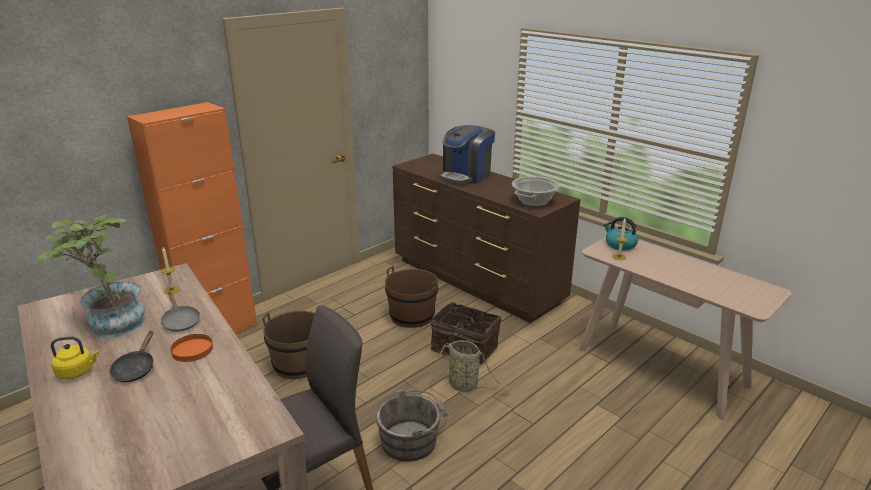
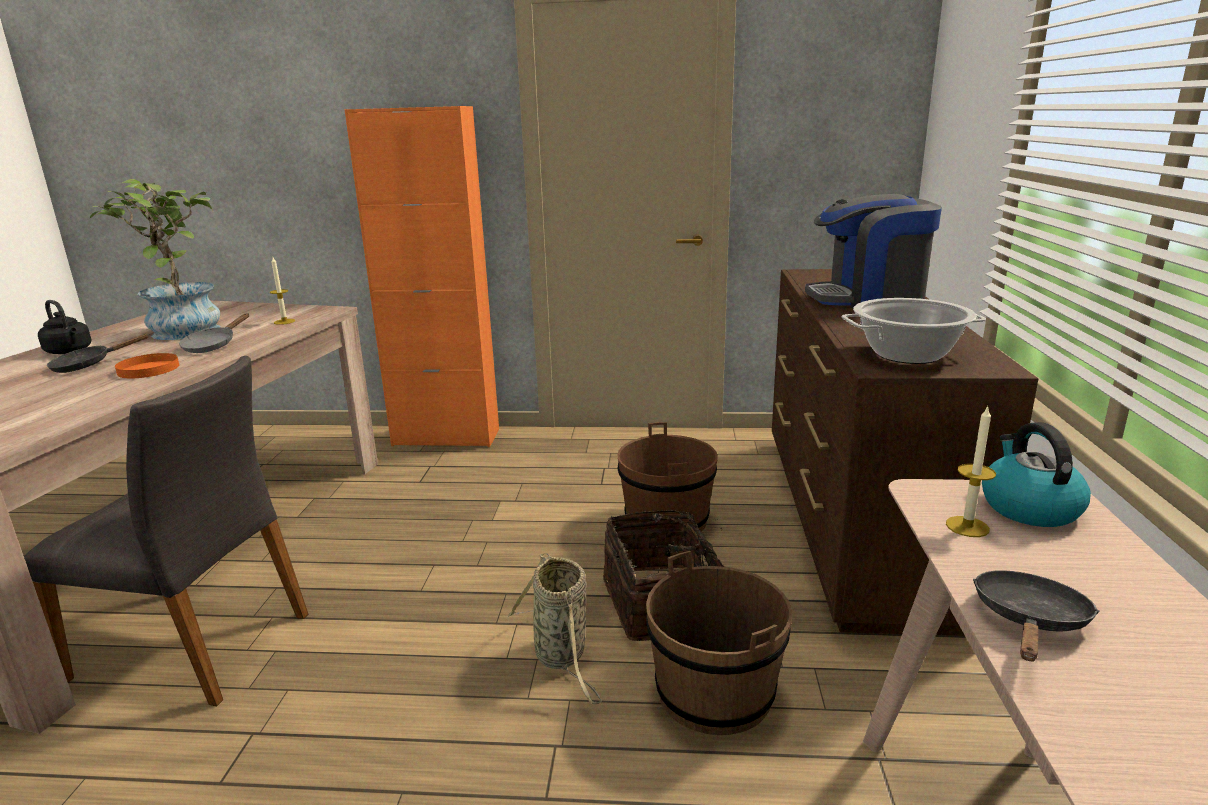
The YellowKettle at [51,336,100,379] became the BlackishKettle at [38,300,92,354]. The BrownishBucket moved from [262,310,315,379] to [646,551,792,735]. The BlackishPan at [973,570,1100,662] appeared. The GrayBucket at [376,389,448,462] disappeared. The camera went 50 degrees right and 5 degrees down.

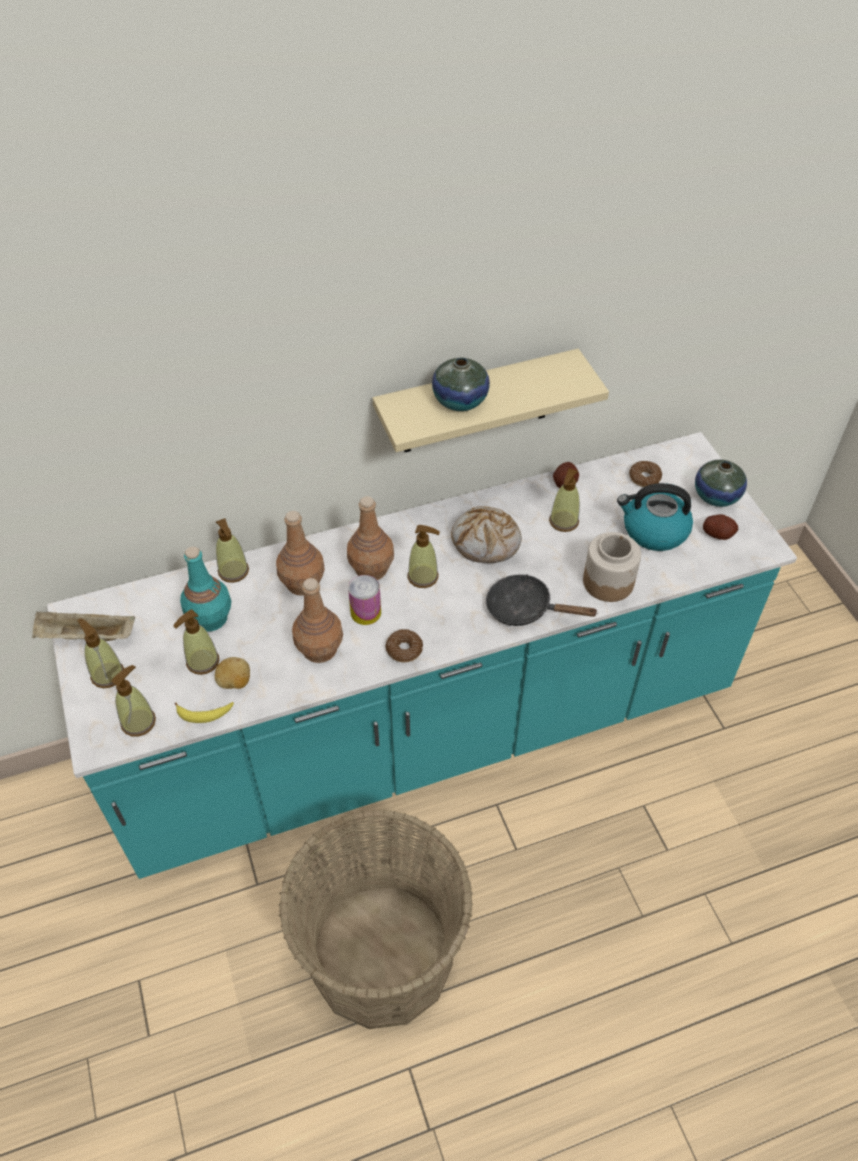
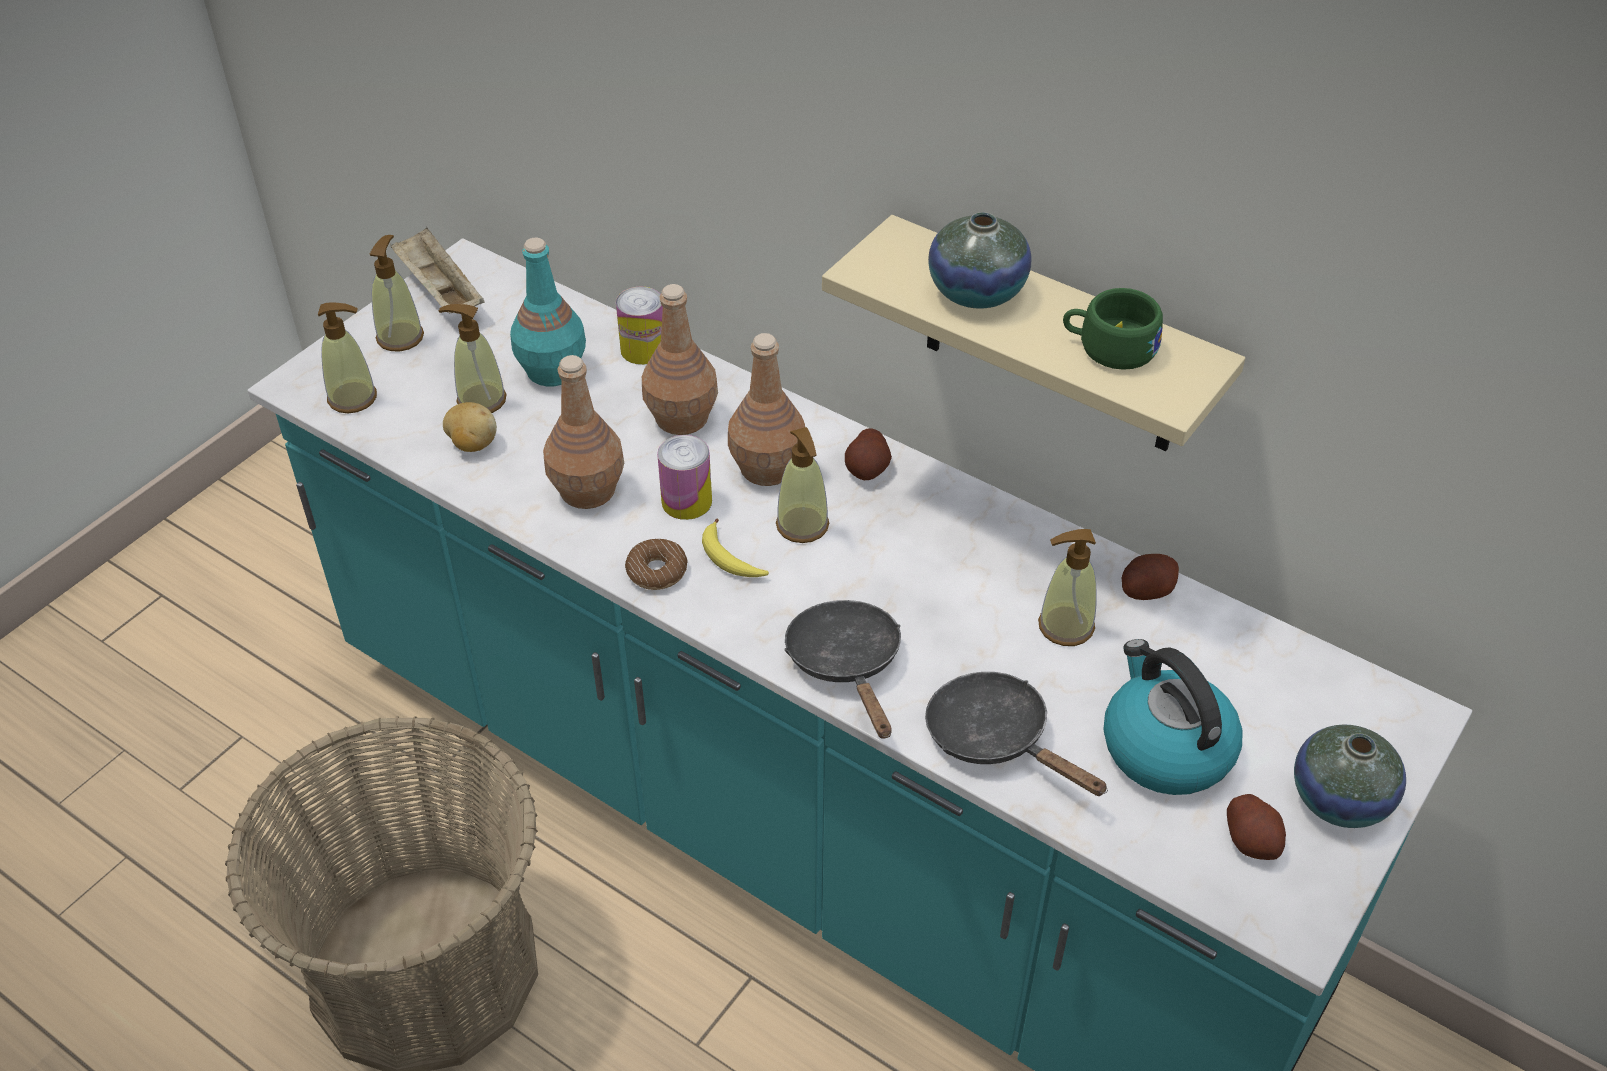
The SoapBottle at [216,518,249,583] was replaced by the SealedCan at [616,286,663,365]. The WholeBanana moved from [175,702,234,723] to [702,519,769,577]. The Spud at [845,428,892,480] appeared. The Jar at [583,532,641,602] was replaced by the BlackishPan at [925,672,1108,796]. The GreenishSmallCup at [1063,288,1163,370] appeared. The BakedBread at [451,506,522,563] disappeared. The Doughnut at [629,461,662,487] disappeared. The camera went 55 degrees right and 5 degrees down.

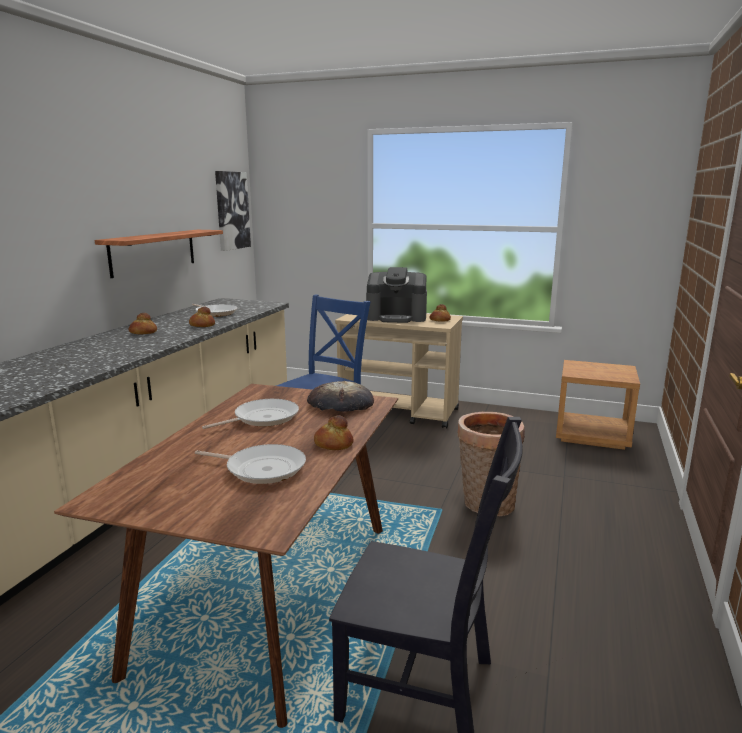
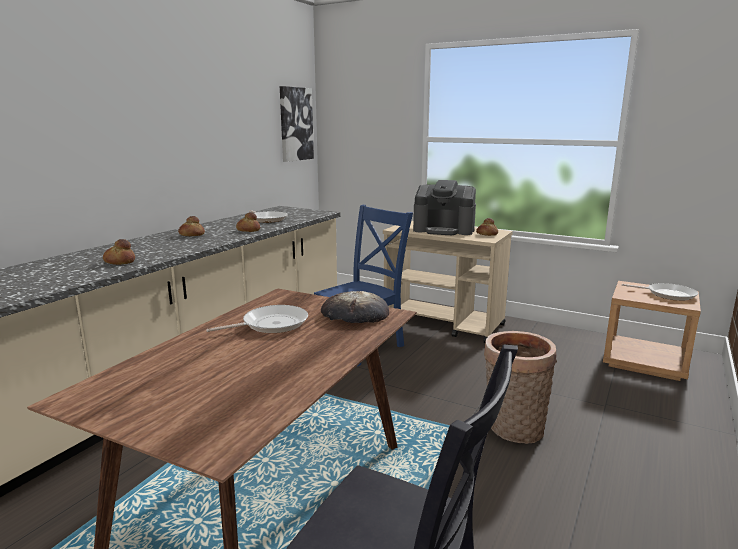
The BakedBread moved from [314,415,354,450] to [103,239,135,265]. The Pan moved from [195,444,306,484] to [622,283,698,301]. The BracketShelf at [95,230,223,278] disappeared. The camera went 10 degrees right and 0 degrees up.

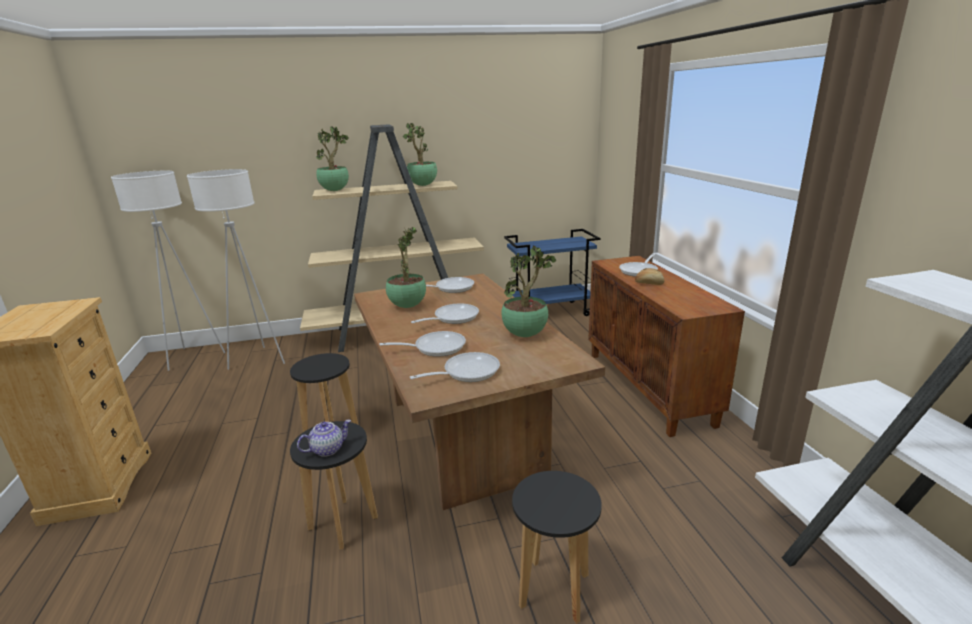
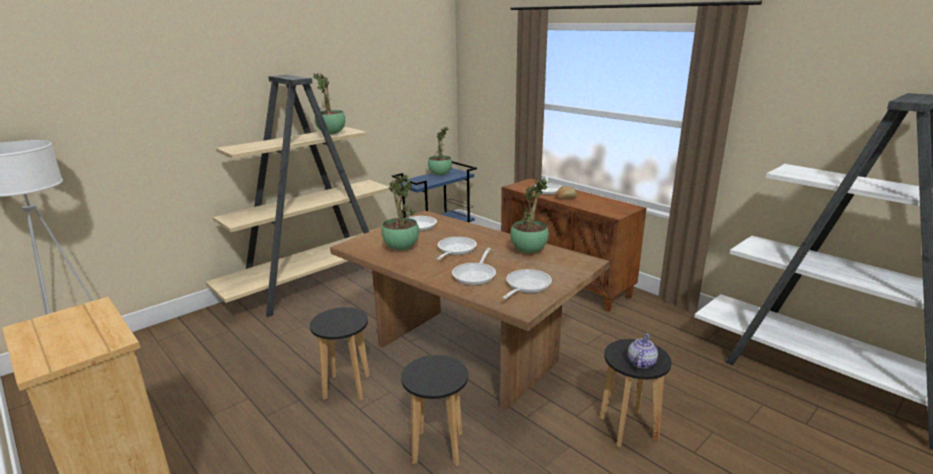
The Houseplant moved from [316,126,349,191] to [428,127,452,176]. The Pan at [379,331,466,357] turned 150 degrees clockwise. The TeaPot moved from [297,420,351,457] to [628,334,658,368]. The WhiteStandingLamp at [187,169,285,370] disappeared. The camera went 30 degrees left and 0 degrees up.

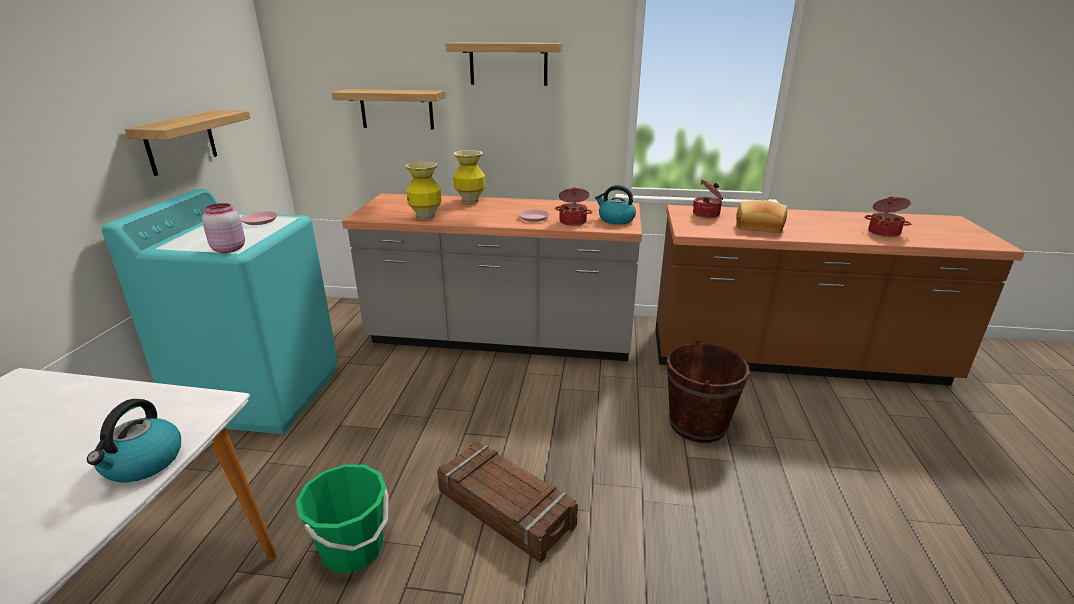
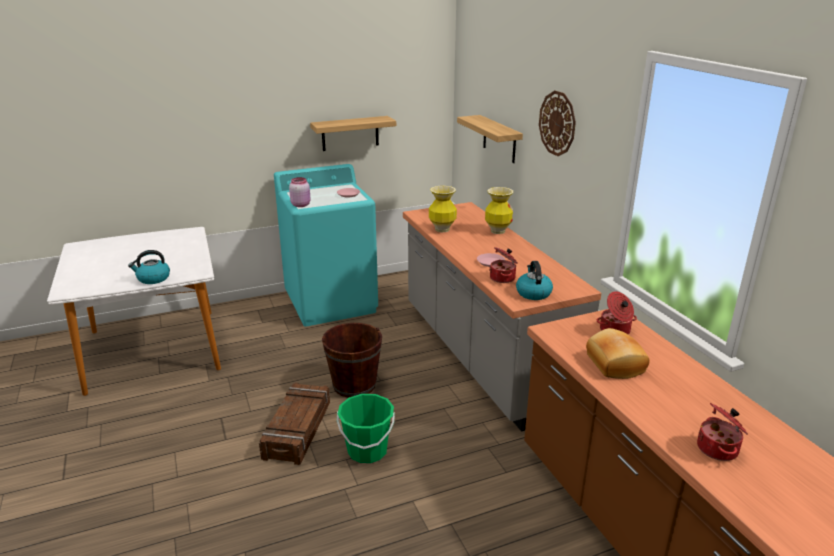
The BrownishBucket moved from [667,340,750,443] to [322,323,382,398]. The GreenishBucket moved from [296,464,388,573] to [337,394,395,463]. The BracketShelf at [446,42,563,86] was replaced by the HangingClock at [539,90,576,156]. The camera went 60 degrees right and 0 degrees up.

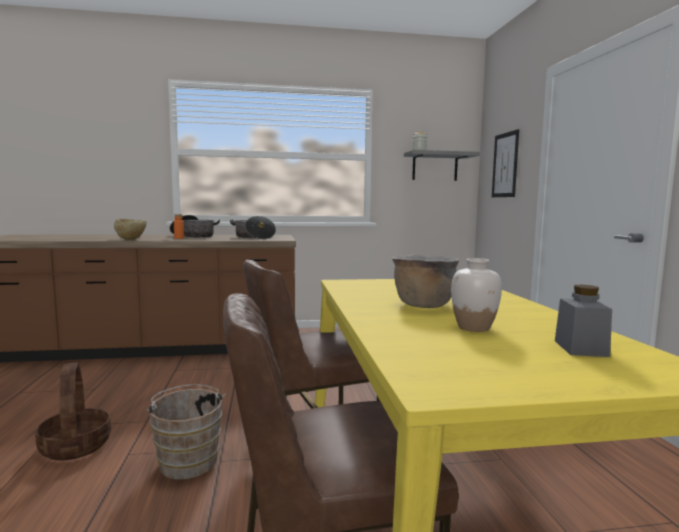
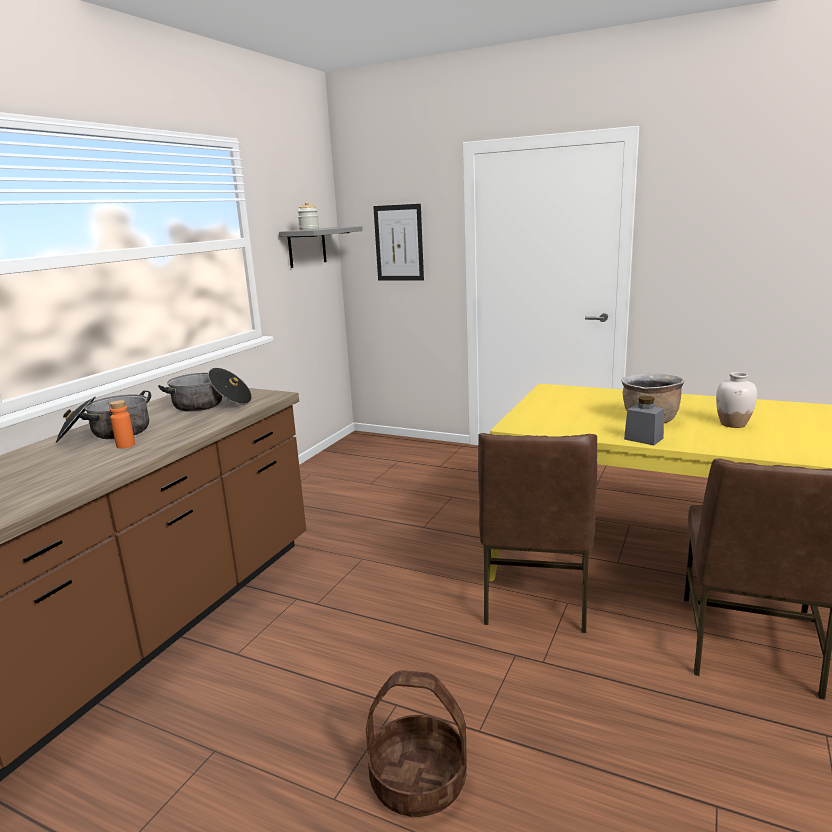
The GrayJar moved from [555,285,612,357] to [624,396,664,445]. The SandColouredDeepDish at [114,218,147,240] disappeared. The BrownishBucket at [145,384,226,480] disappeared. The camera went 55 degrees left and 10 degrees up.

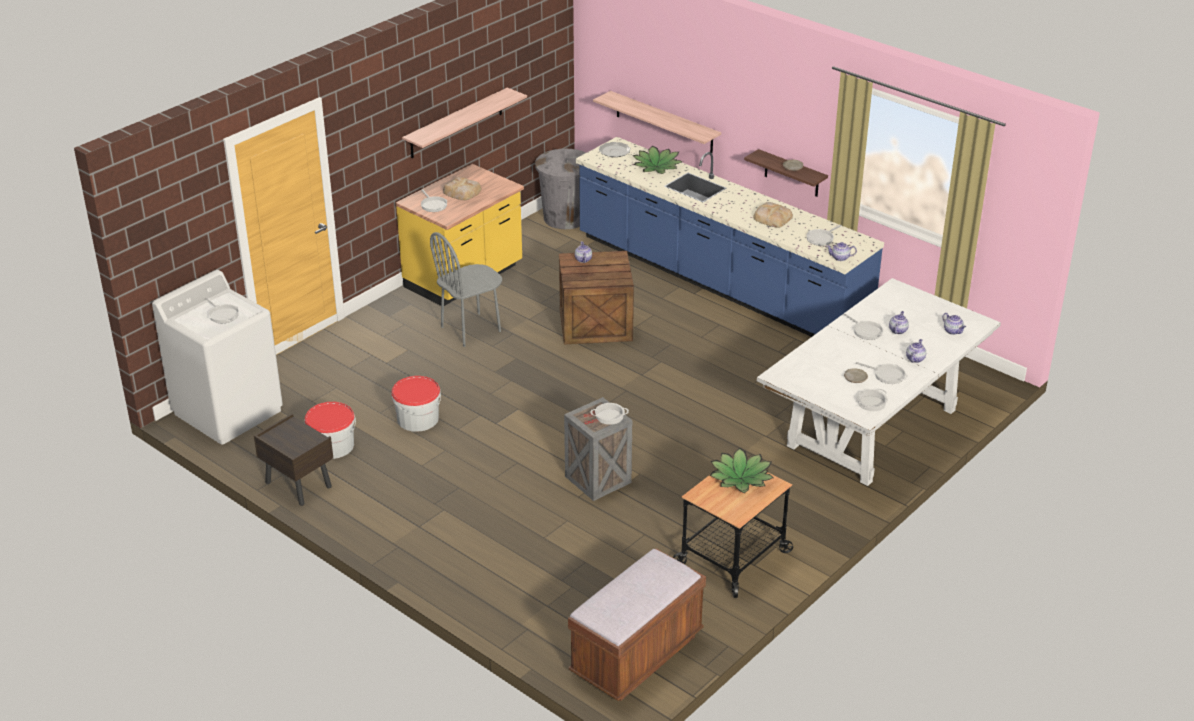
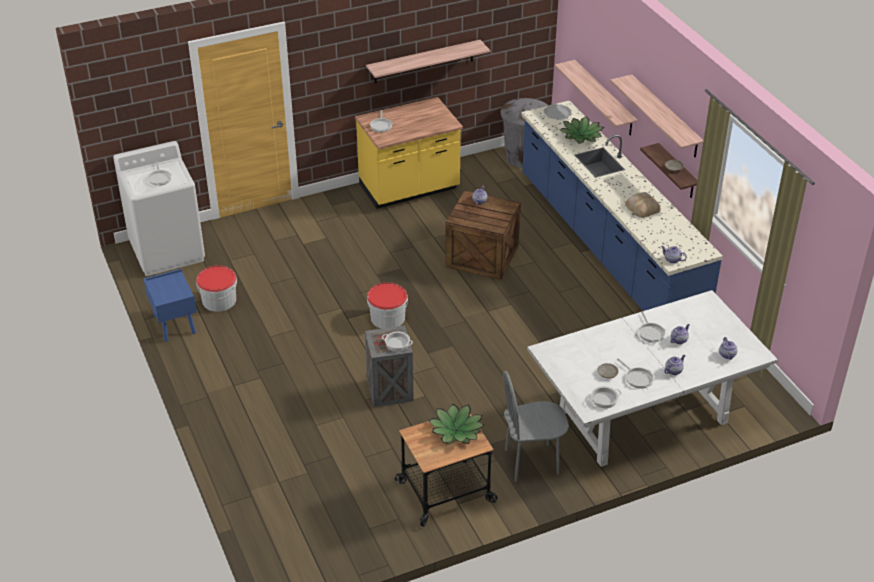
The BrownishNightTable at [254,414,333,506] became the BlueColouredNightTable at [144,269,197,342]. The Bucket moved from [392,376,441,432] to [367,282,408,329]. The GrayChair moved from [430,232,502,347] to [503,371,569,482]. The BracketShelf at [610,74,704,157] appeared. The BakedBread at [443,176,481,200] disappeared. The BrownishBench at [568,548,706,701] disappeared. The Pan at [807,225,842,246] disappeared. The camera went 25 degrees right and 5 degrees up.

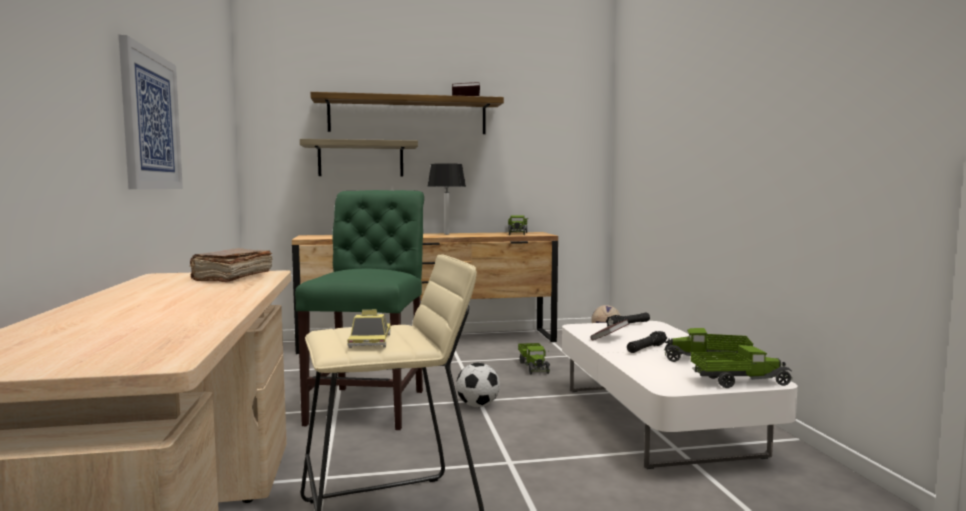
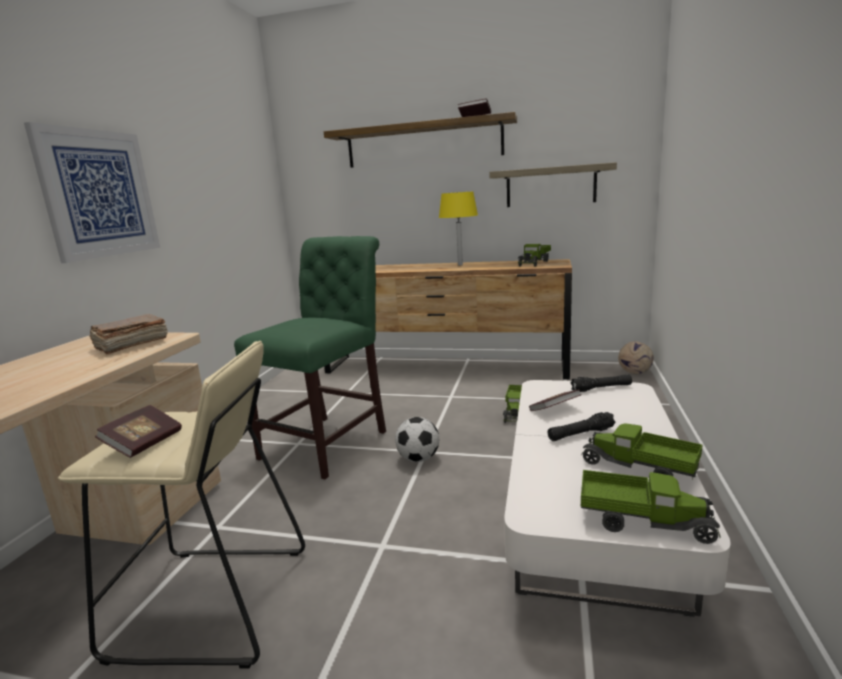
The ModelCar at [347,310,391,348] was replaced by the Volume at [95,405,182,458]. The BlackishTableLamp at [427,163,466,235] became the YellowTableLamp at [439,192,478,265]. The BracketShelf moved from [300,139,418,177] to [489,162,617,207]. The camera went 25 degrees right and 10 degrees up.

